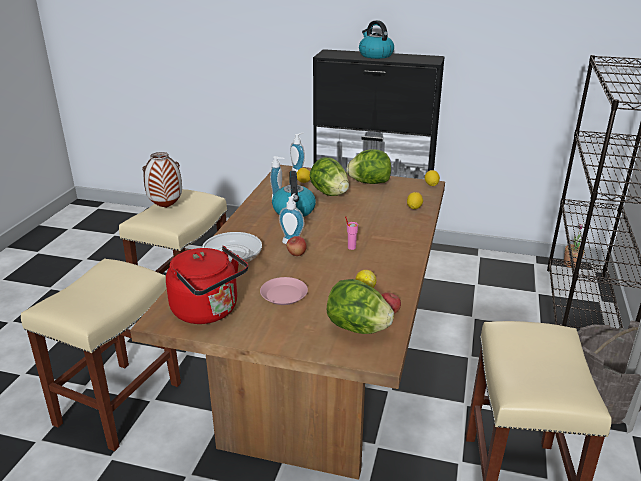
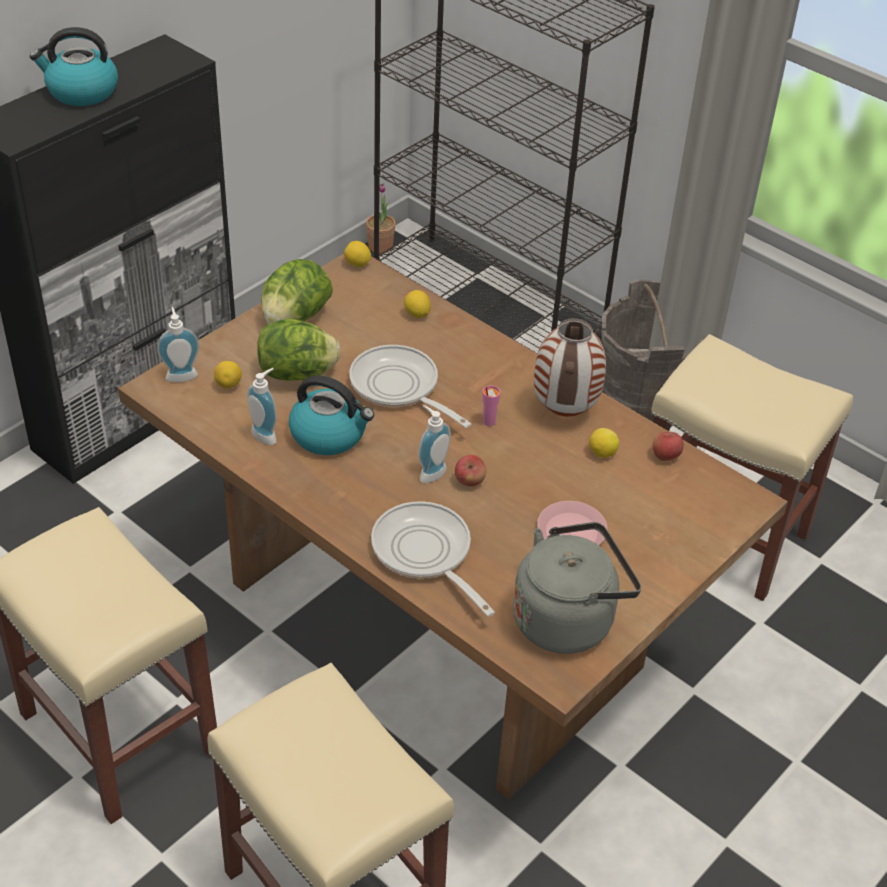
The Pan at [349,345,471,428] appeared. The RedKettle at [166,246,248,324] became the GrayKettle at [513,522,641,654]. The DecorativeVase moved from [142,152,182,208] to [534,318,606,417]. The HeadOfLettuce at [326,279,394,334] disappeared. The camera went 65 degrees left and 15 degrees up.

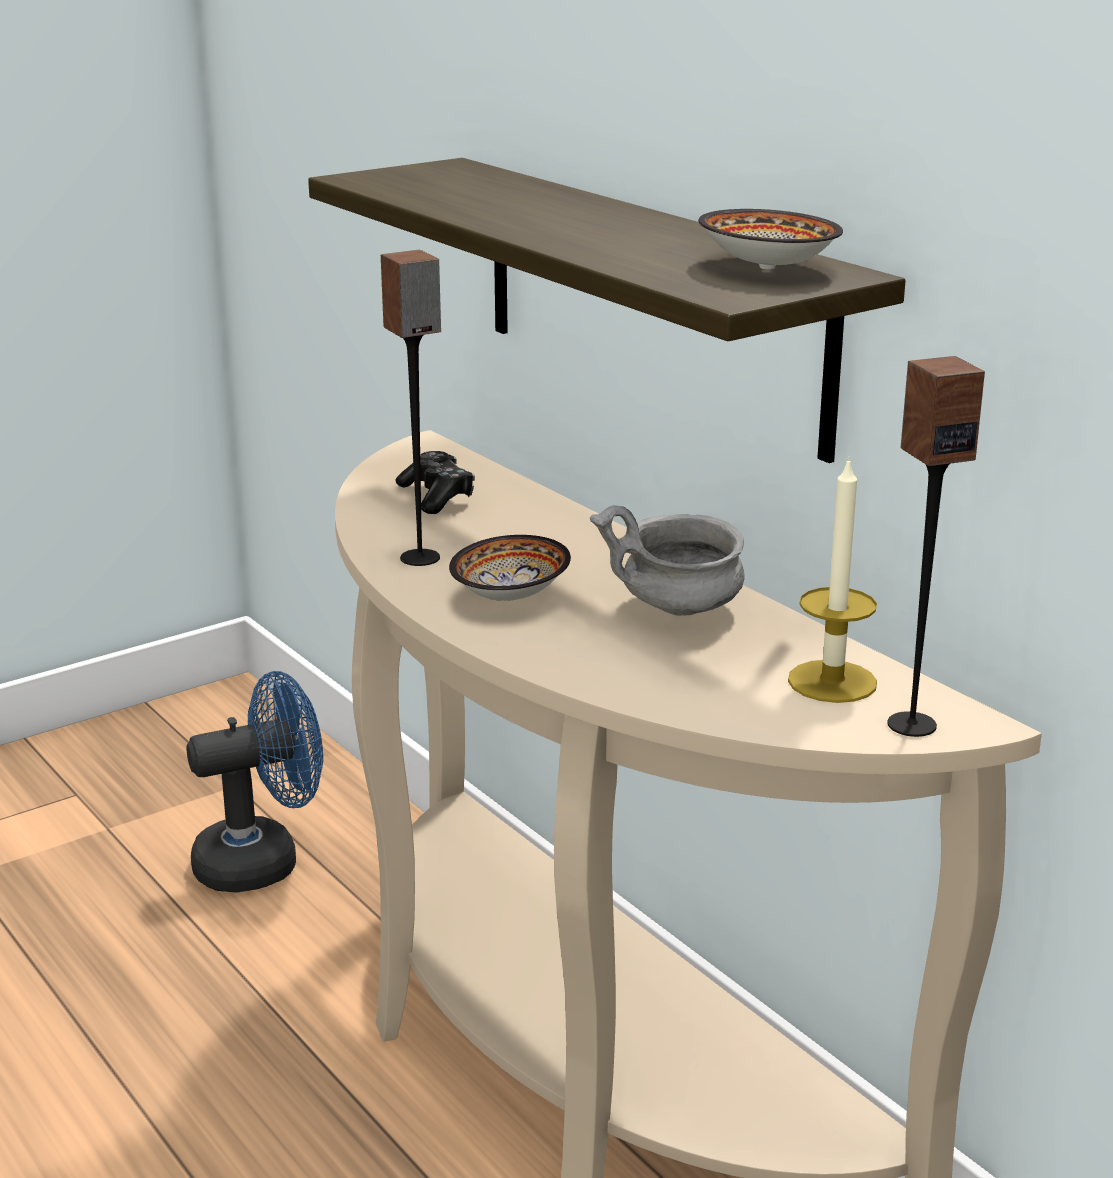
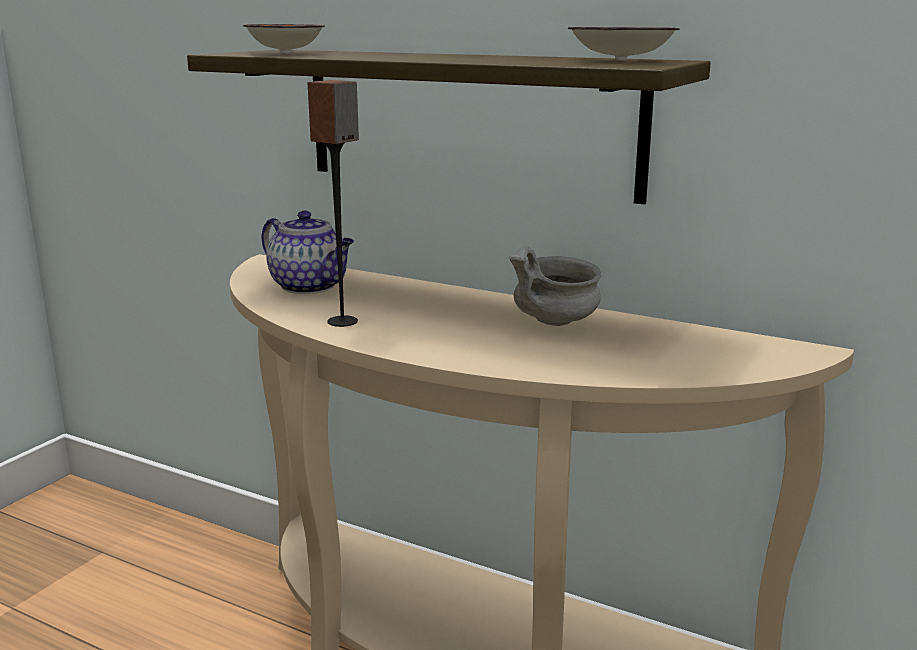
The DeepDish moved from [449,535,571,601] to [243,24,325,54]. The GameController at [396,451,475,514] was replaced by the TeaPot at [261,210,354,294]. The BlueColouredCoolingFan at [187,671,323,893] disappeared. The WaxLight at [788,456,877,703] disappeared. The Loudspeaker at [887,356,985,737] disappeared. The camera went 25 degrees left and 5 degrees down.

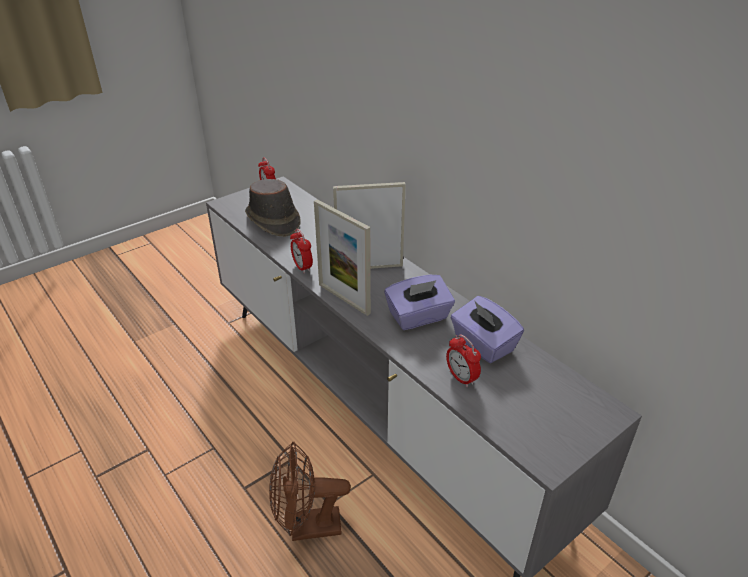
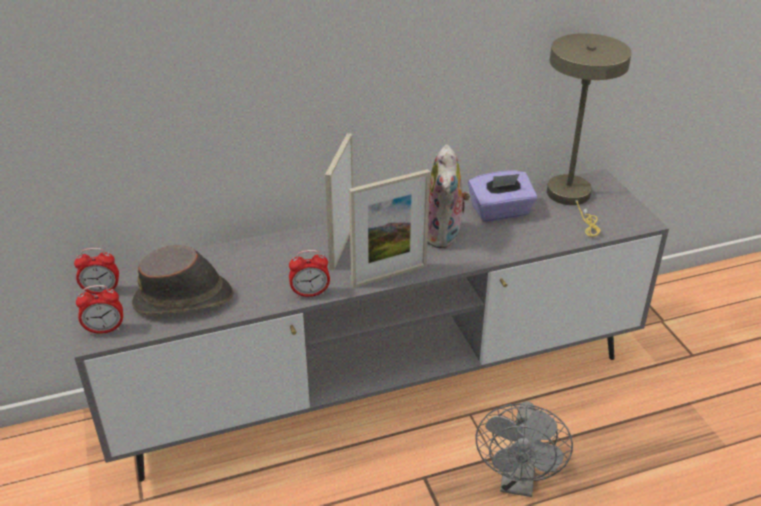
The BedsideClock moved from [446,334,481,387] to [76,285,123,335]. The PurplishTissueBox at [384,275,455,330] was replaced by the CuddlyToy at [427,144,470,249]. The BrownishCoolingFan at [269,442,351,541] became the GrayCoolingFan at [475,401,573,497]. The SandColouredTableLamp at [547,33,632,237] appeared. The camera went 70 degrees left and 0 degrees up.

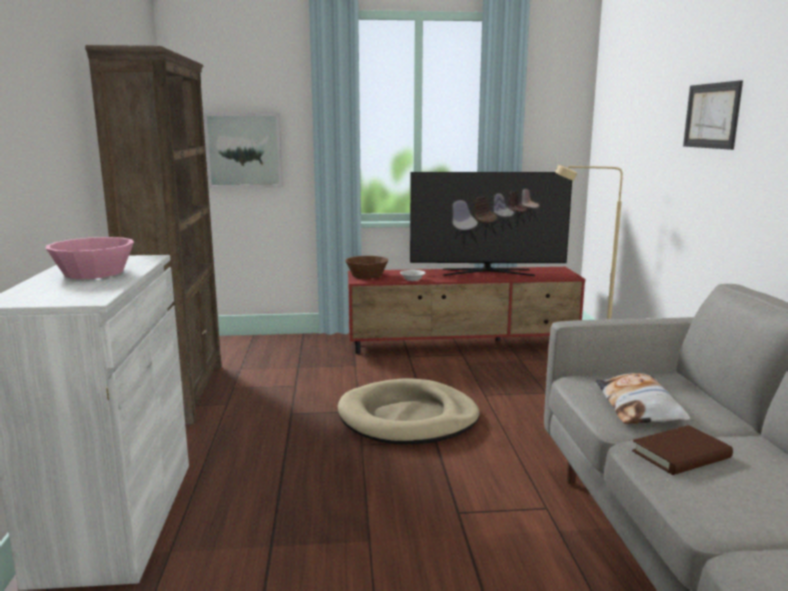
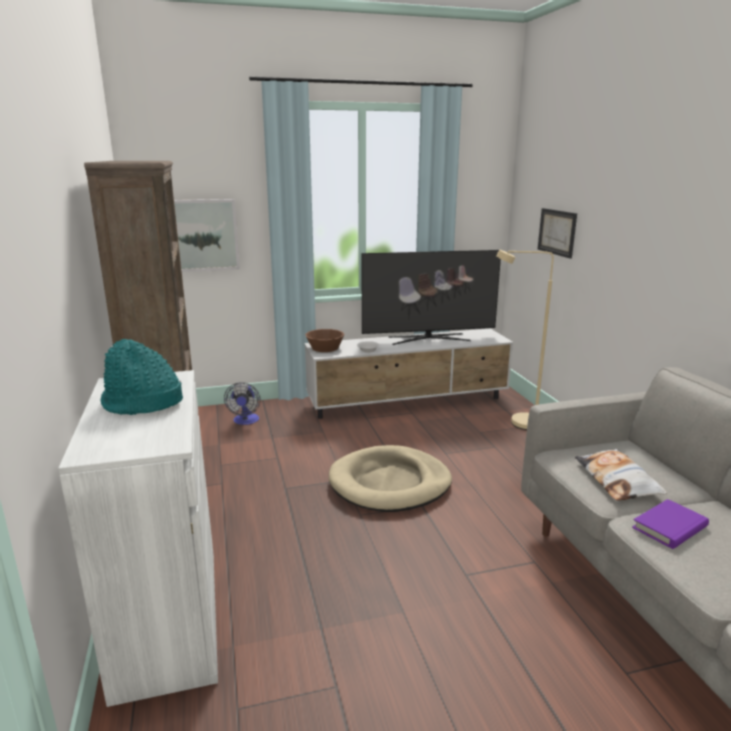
The PinkishDeepDish at [46,237,134,279] was replaced by the TurquoiseClothingHat at [101,339,183,415]. The CoolingFan at [224,383,260,425] appeared. The RedTvStand at [348,267,586,354] became the WhiteTvStand at [305,328,513,419]. The WallPicture moved from [683,80,743,150] to [538,208,577,259]. The BrownishVolume at [632,425,733,475] became the PurplishVolume at [632,499,709,549]. The camera went 10 degrees left and 5 degrees up.

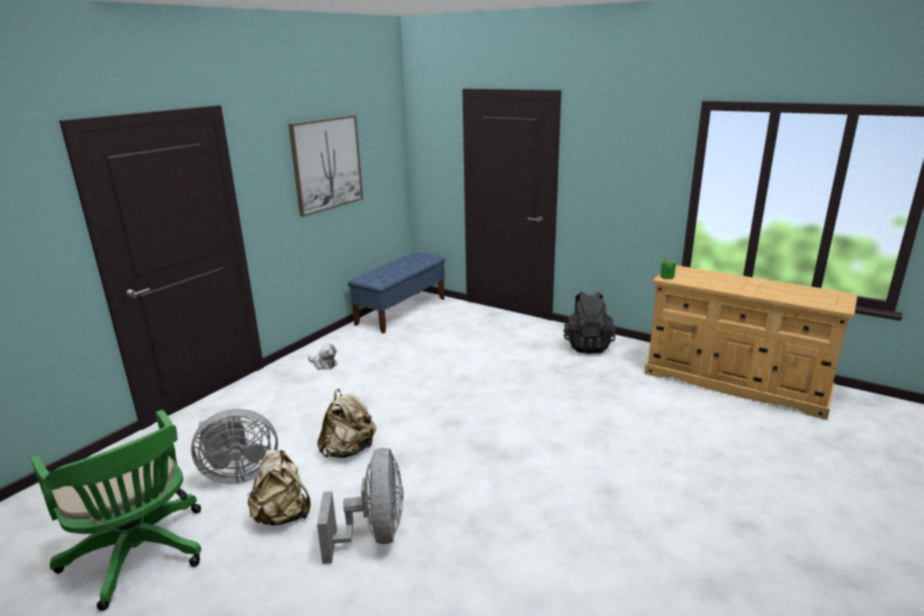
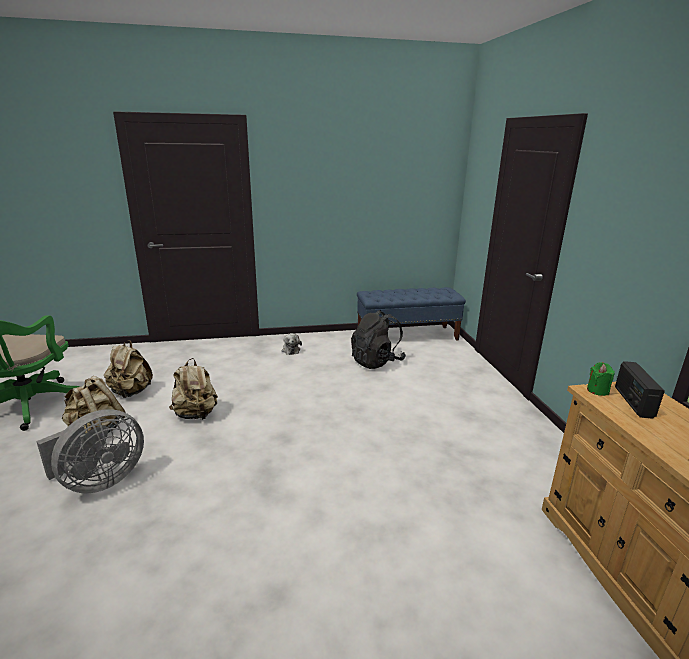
The GrayCoolingFan at [191,409,278,484] was replaced by the SandColouredBackpack at [104,340,153,398]. The BlackishBackpack moved from [563,291,616,354] to [351,310,406,369]. The RadioSet at [615,361,665,419] appeared. The WallPicture at [289,115,363,217] disappeared. The camera went 45 degrees right and 0 degrees up.

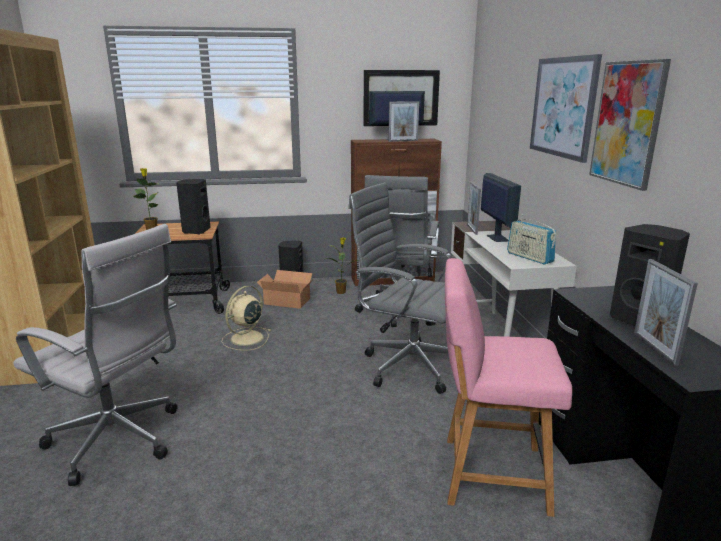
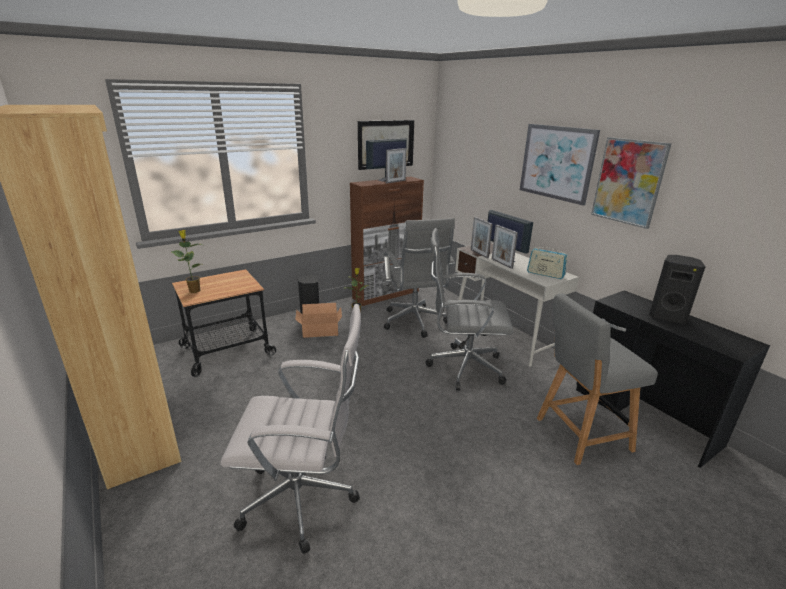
The PictureFrame moved from [634,259,698,366] to [492,225,518,269]. The PinkishChair at [445,258,572,517] became the GrayChair at [537,294,658,465]. The BlackishLoudspeaker at [176,179,211,235] disappeared. The SandColouredCoolingFan at [221,286,271,351] disappeared. The camera went 25 degrees left and 5 degrees up.

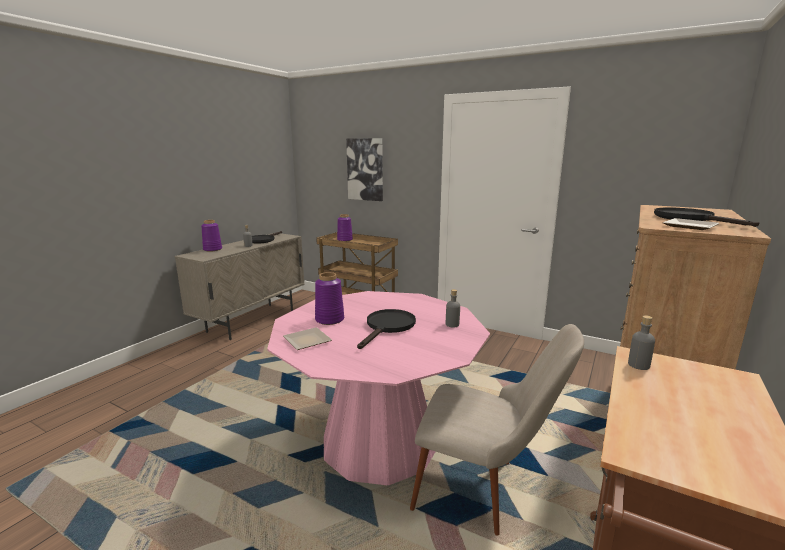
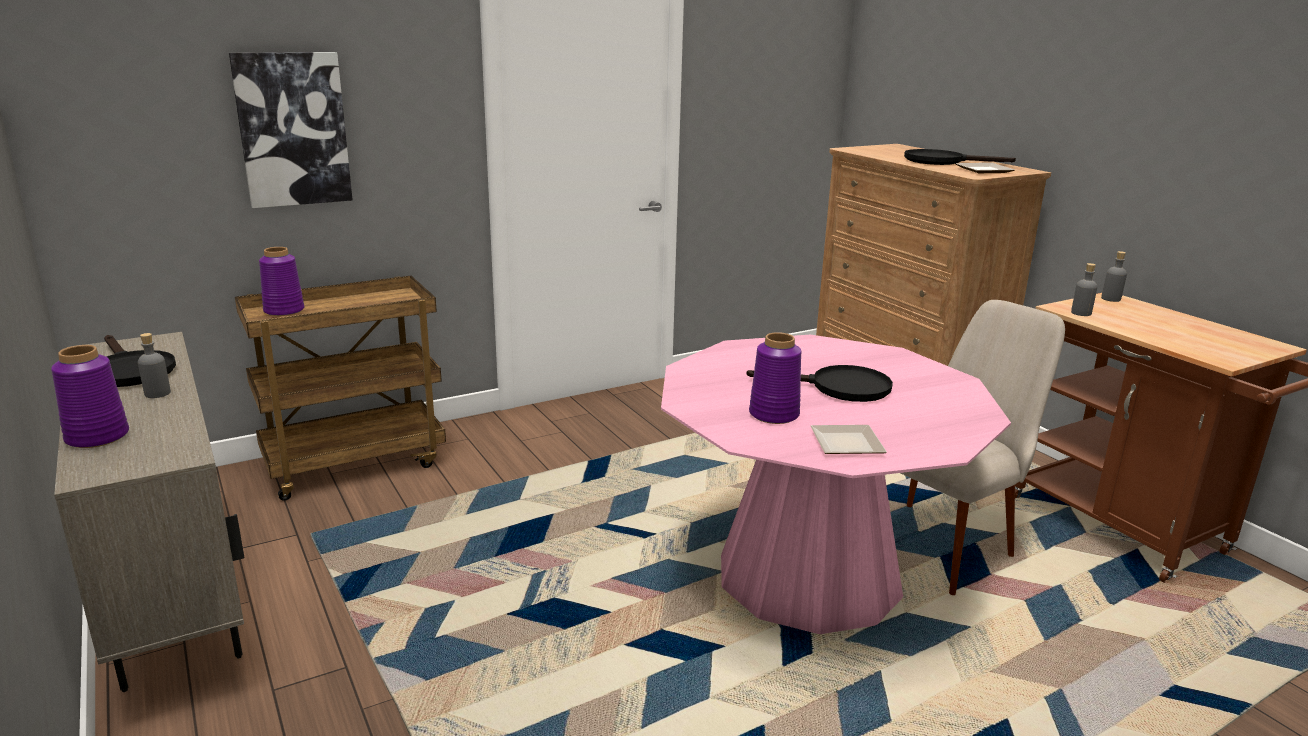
The BlackishPan at [357,309,416,349] turned 135 degrees clockwise. The GrayBeverageBottle moved from [446,289,460,327] to [1101,251,1127,302]. The camera went 60 degrees left and 5 degrees up.

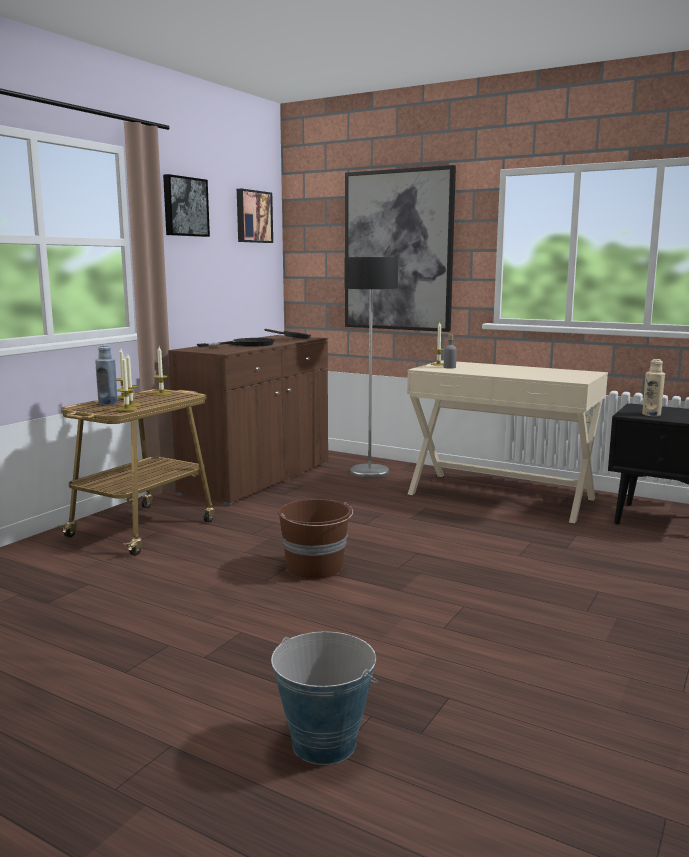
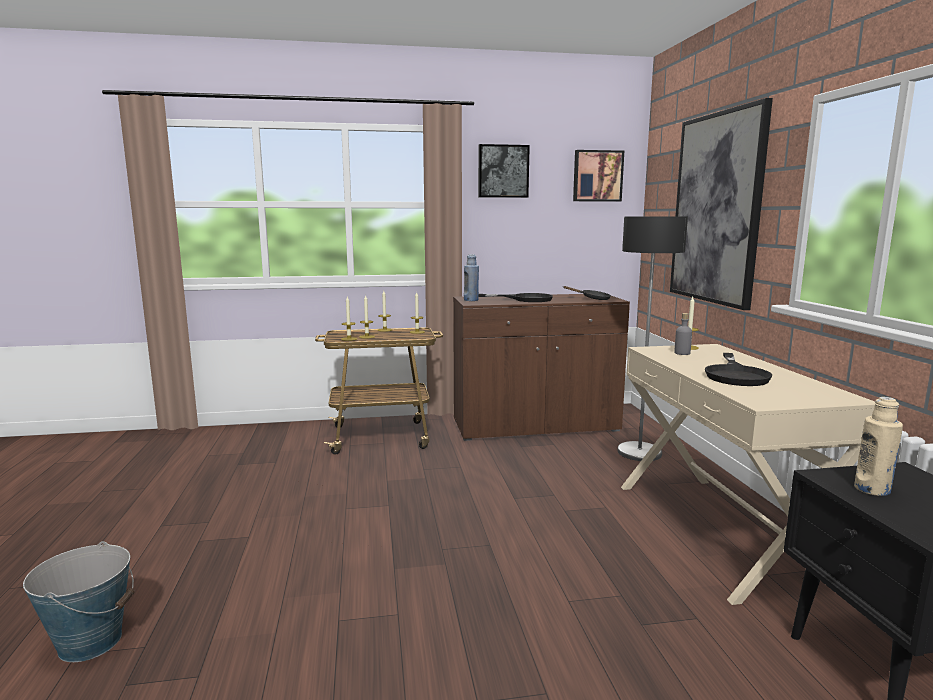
The BlueColouredBeverageBottle moved from [95,345,118,405] to [464,254,479,301]. The BlackishPan at [705,353,772,386] appeared. The BrownishBucket at [278,499,353,580] disappeared. The camera went 50 degrees right and 0 degrees up.

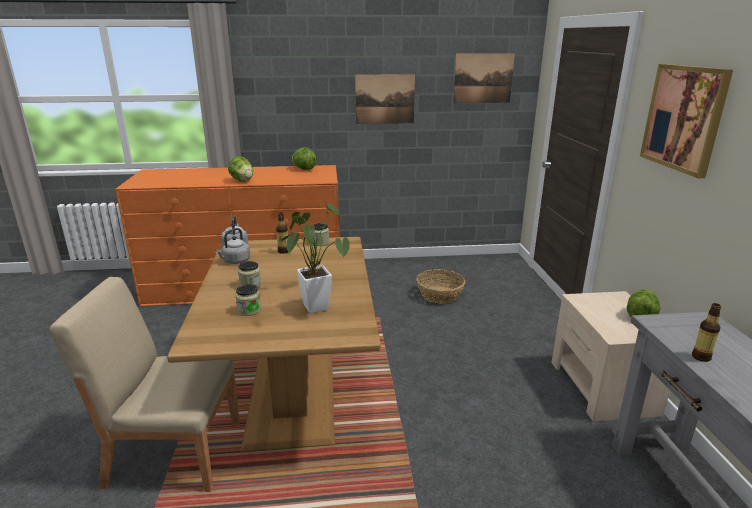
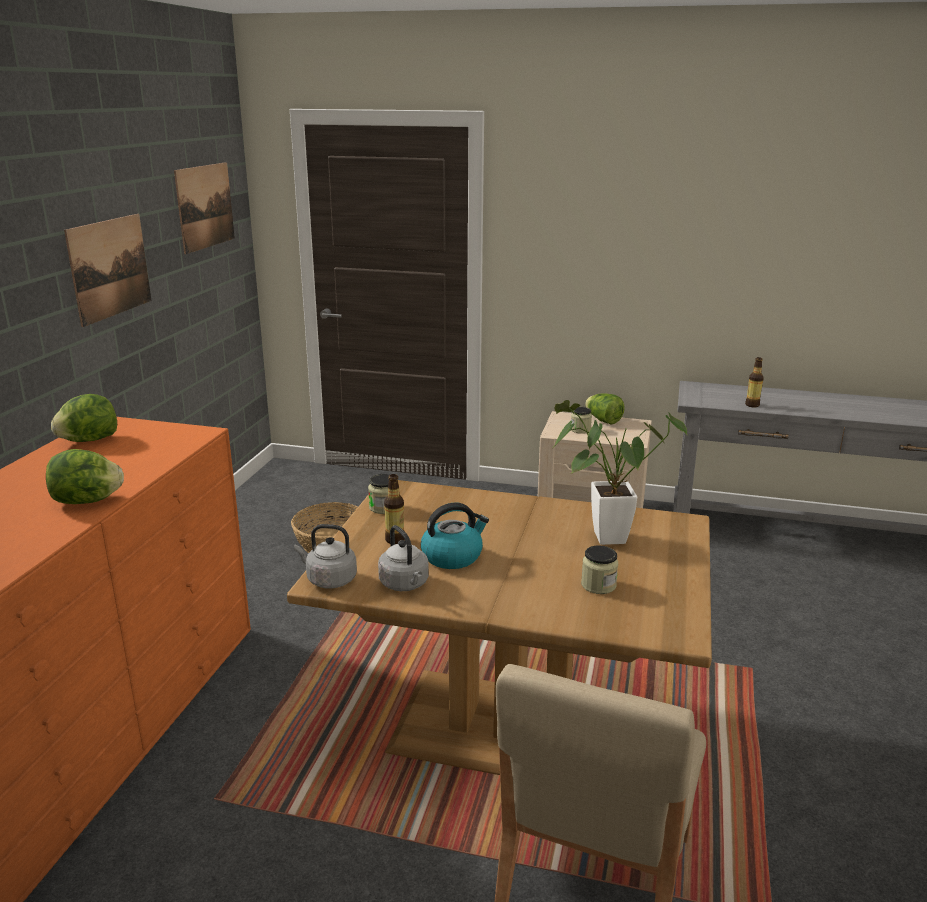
The Kettle at [421,502,489,569] appeared. The Jar moved from [238,261,261,287] to [571,407,592,434]. The WallPicture at [640,64,733,178] disappeared. The camera went 70 degrees left and 0 degrees up.

